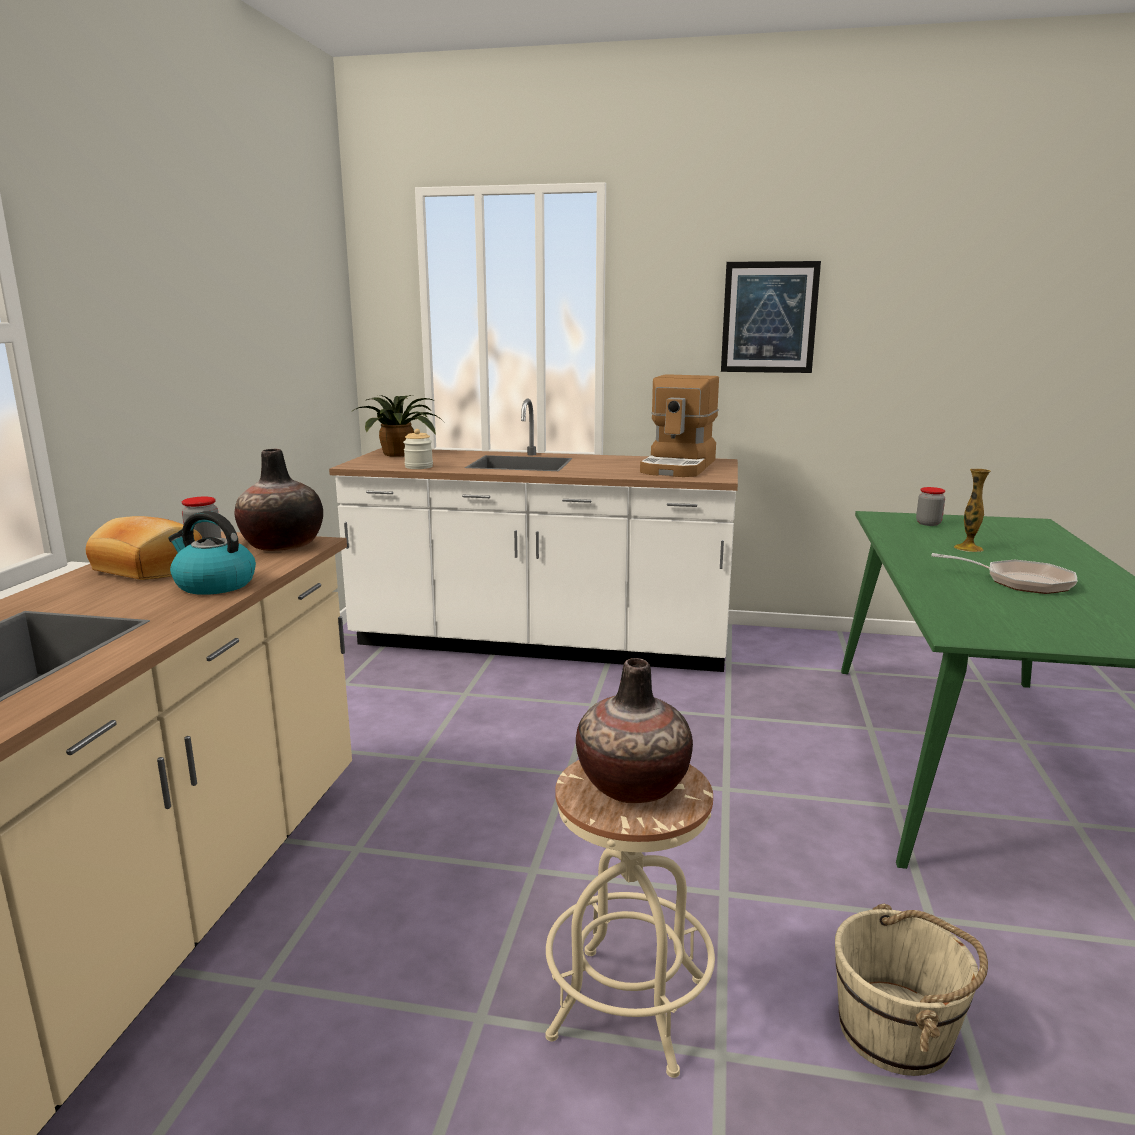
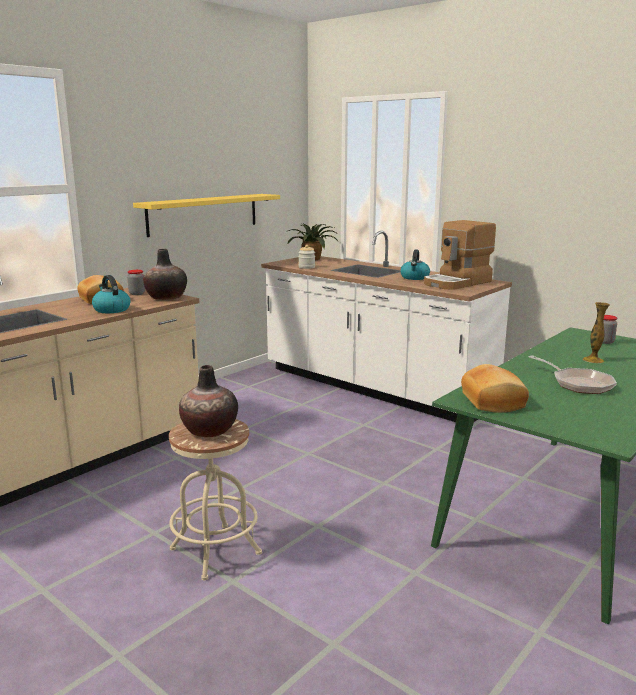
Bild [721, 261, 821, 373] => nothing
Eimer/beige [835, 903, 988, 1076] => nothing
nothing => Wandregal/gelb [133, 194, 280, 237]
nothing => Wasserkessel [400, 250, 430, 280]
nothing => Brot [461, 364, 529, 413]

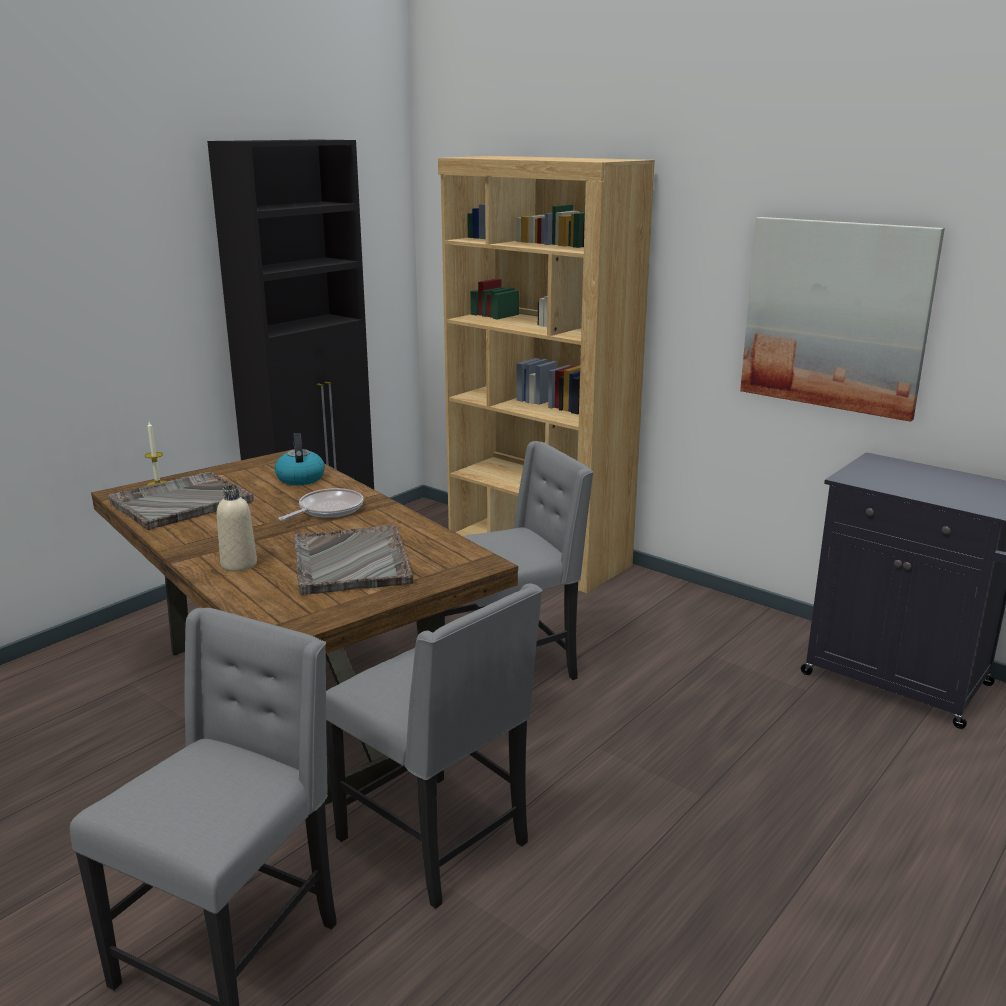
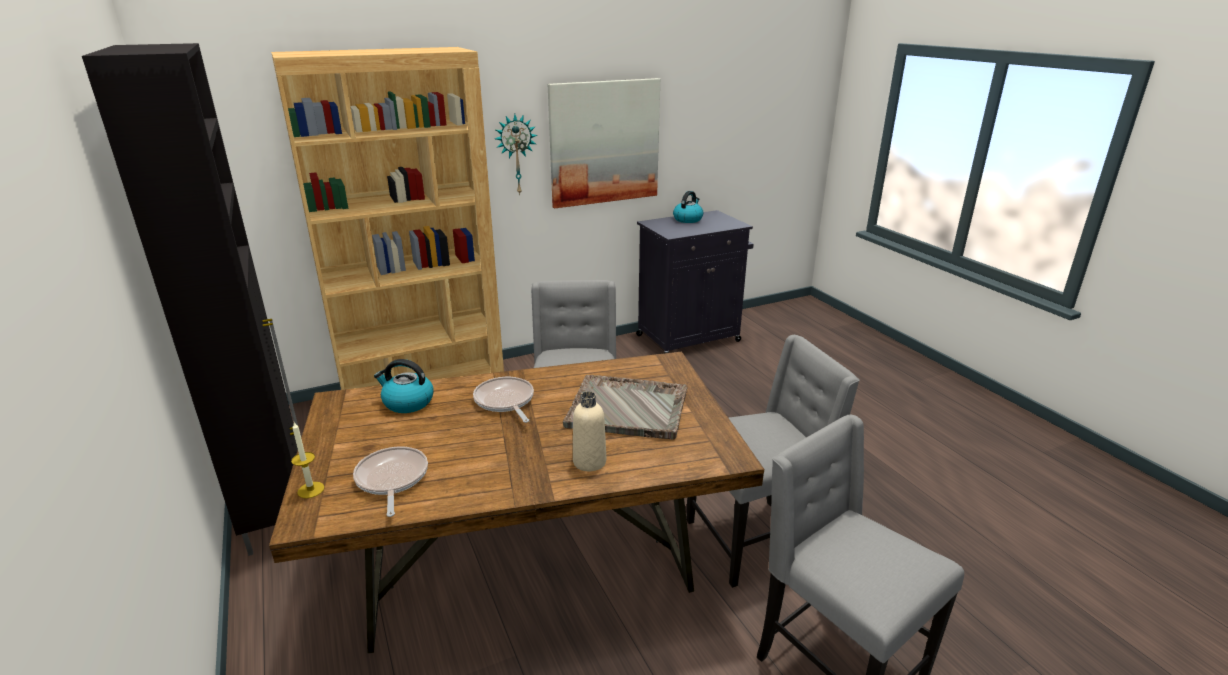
Tablett/grau [108, 472, 254, 530] => Pfanne [353, 447, 428, 517]
nothing => Wanduhr [495, 114, 538, 196]
nothing => Wasserkessel [673, 191, 703, 223]

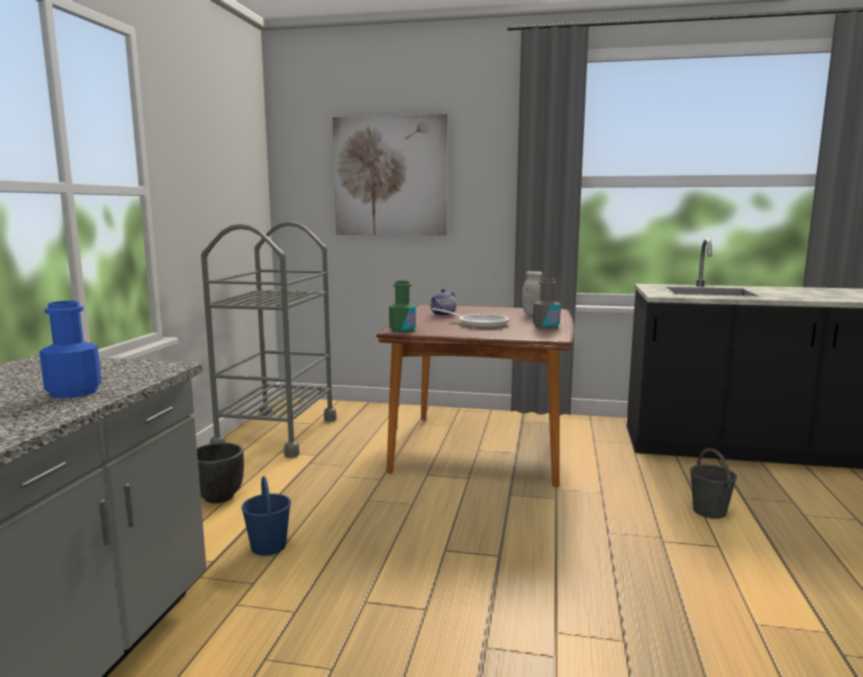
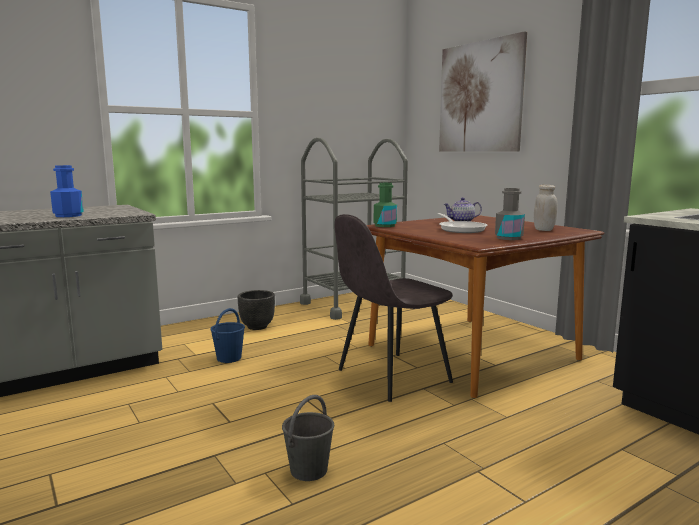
Eimer/grau [690, 448, 737, 519] => Eimer/grau [282, 395, 334, 481], shifted
nothing => Stuhl/grau [335, 214, 453, 402]

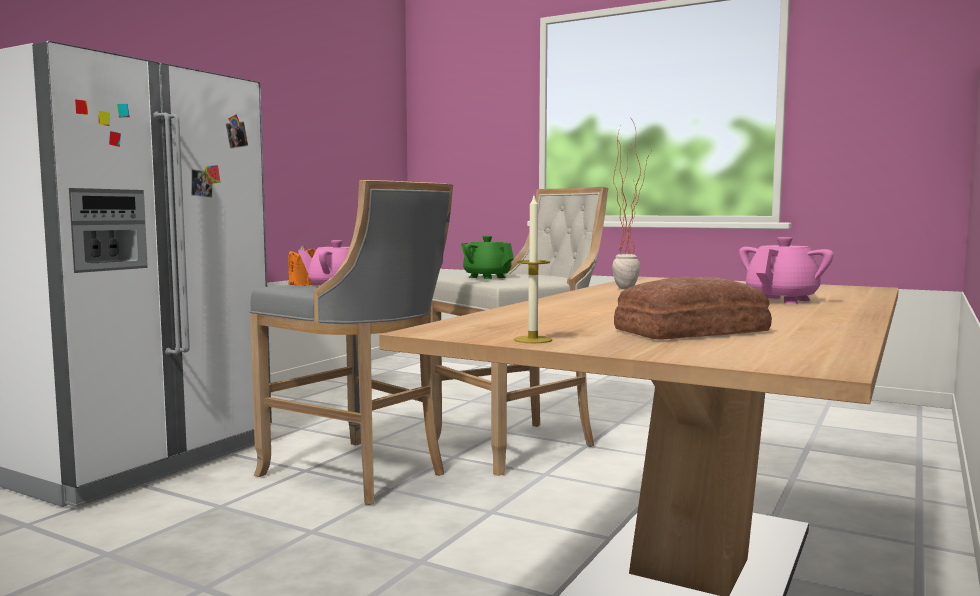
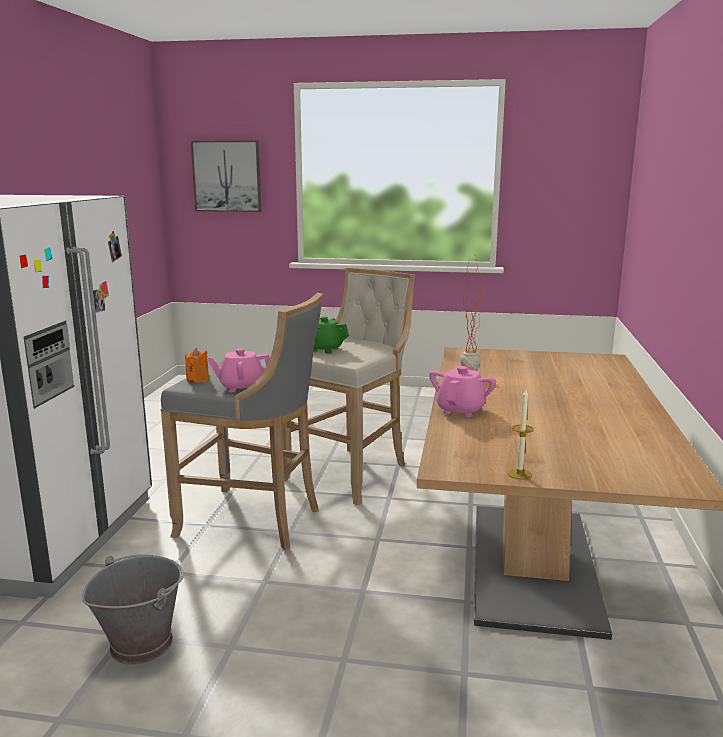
Teekanne/rosa [739, 237, 834, 304] => Teekanne/rosa [429, 366, 496, 417], shifted
Brot [614, 276, 772, 339] => nothing
nothing => Bild [191, 140, 261, 212]
nothing => Eimer/grau [82, 555, 184, 665]

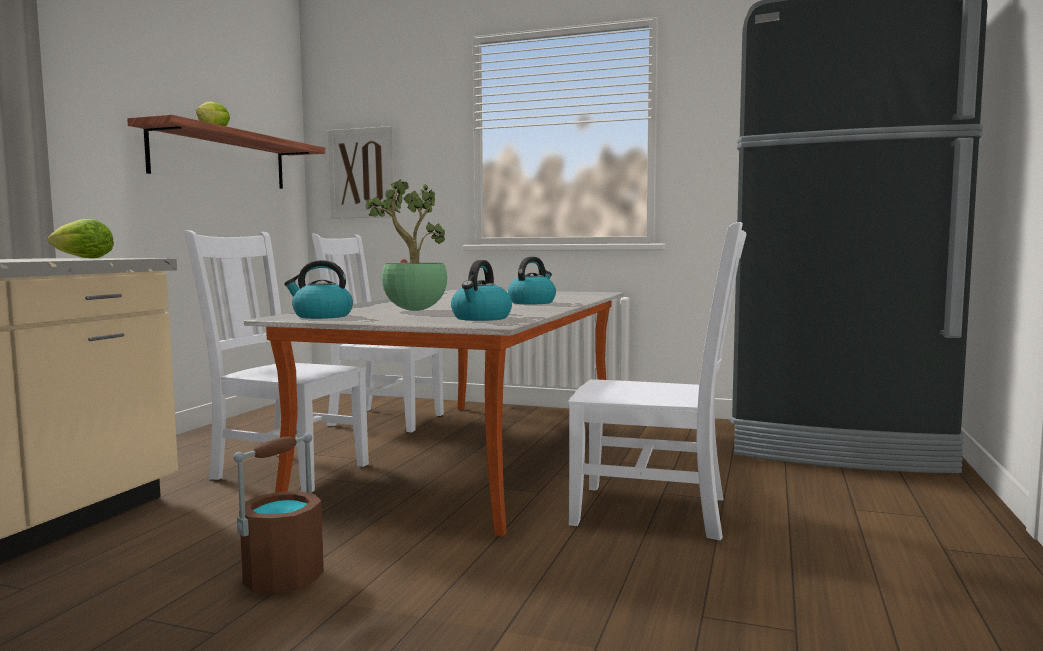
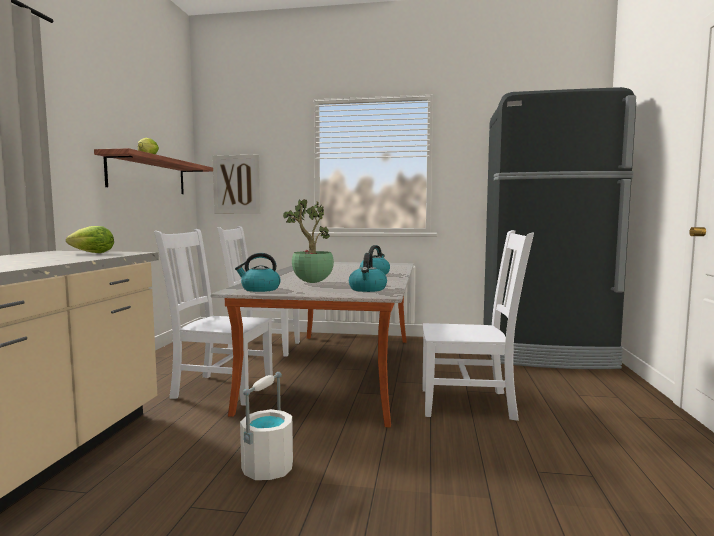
Eimer/braun [233, 433, 324, 593] => Eimer/weiß [240, 372, 293, 480]

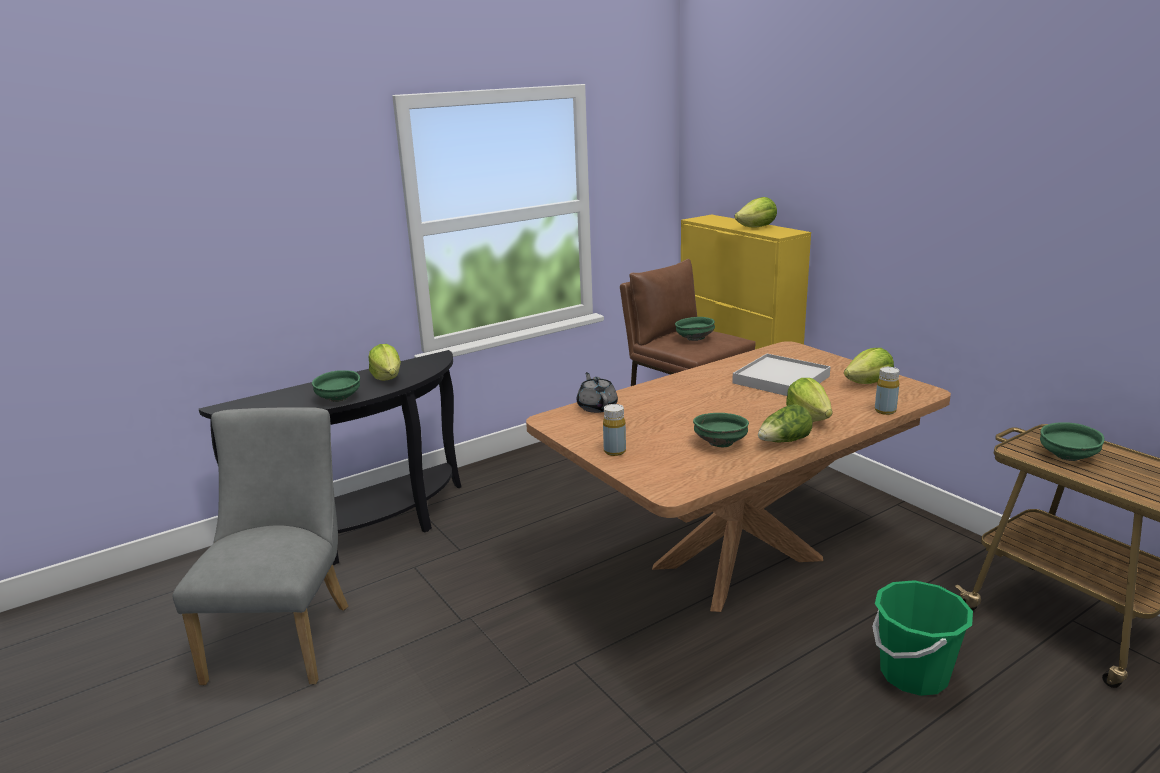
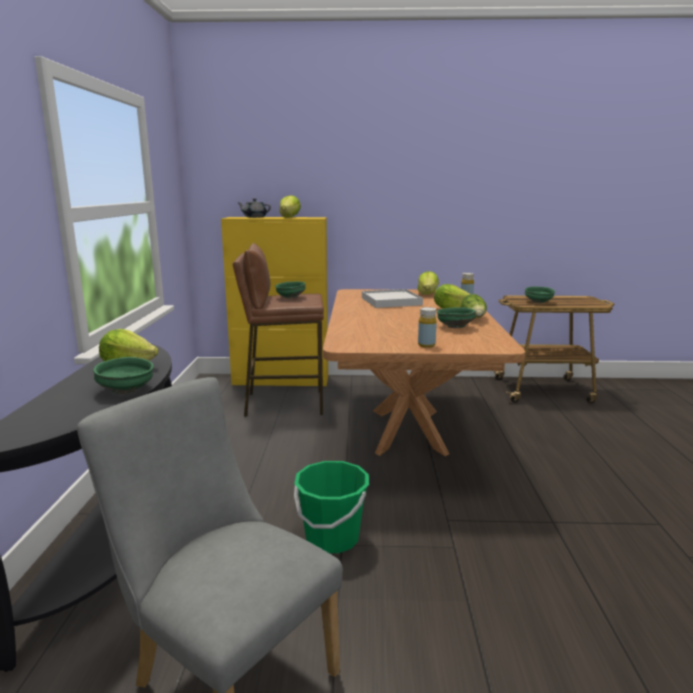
Teekanne/grau [577, 372, 618, 413] => Teekanne/grau [237, 198, 271, 218], shifted
Eimer/grün [872, 580, 973, 696] => Eimer/grün [294, 461, 369, 553], shifted

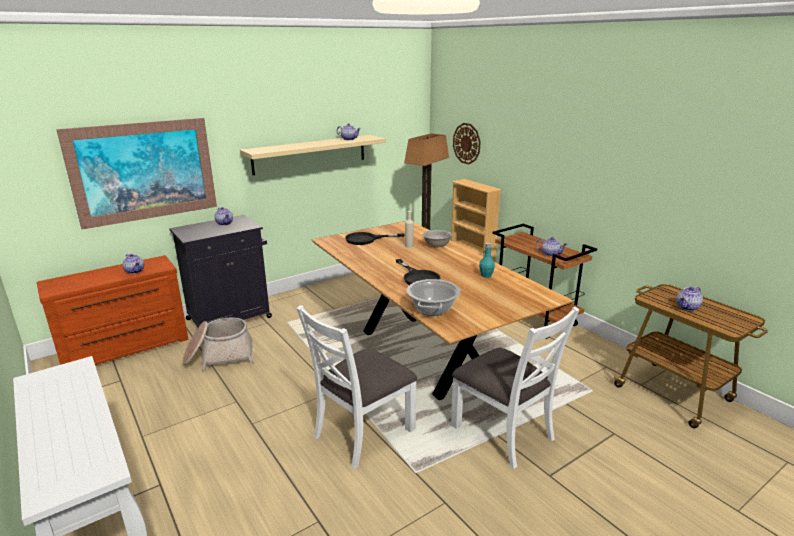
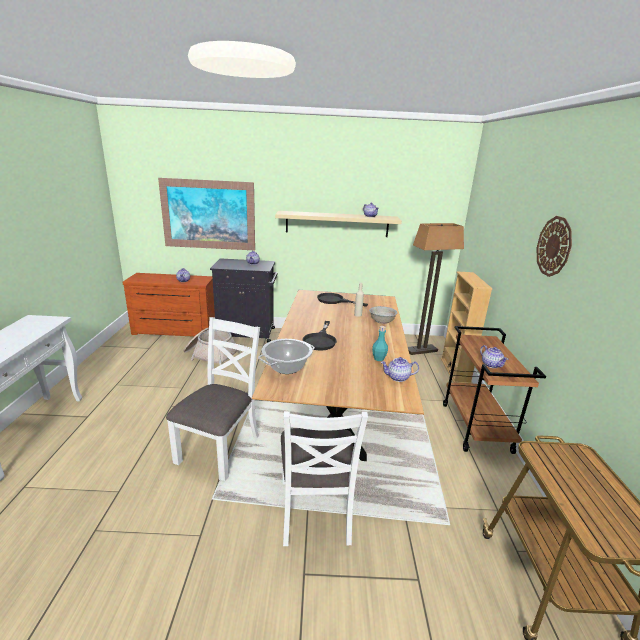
Wanduhr [453, 123, 481, 164] => Wanduhr [537, 216, 572, 277], shifted
Teekanne [676, 287, 703, 311] => Teekanne [381, 357, 419, 382], shifted
Stuhl/weiß [297, 305, 417, 469] => Stuhl/weiß [166, 317, 260, 481], 120 degrees clockwise

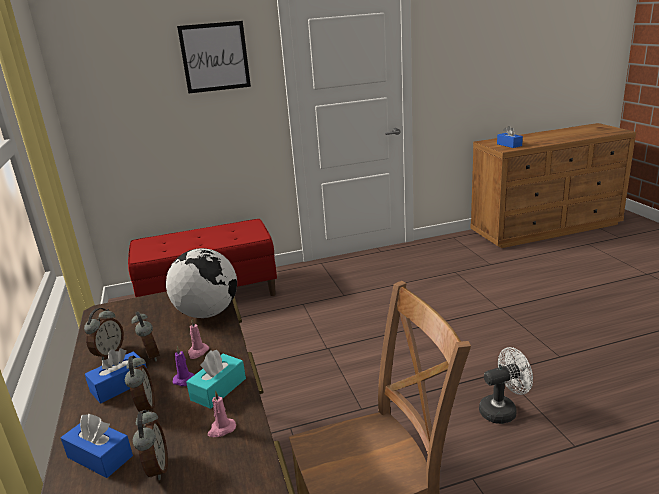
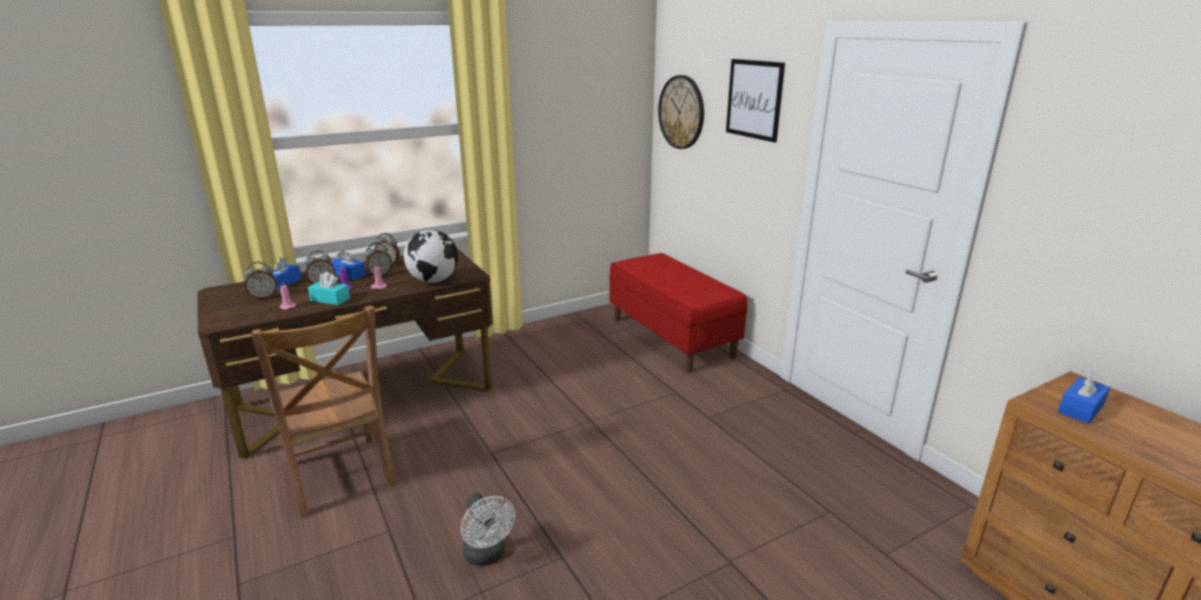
nothing => Wanduhr [658, 75, 704, 149]

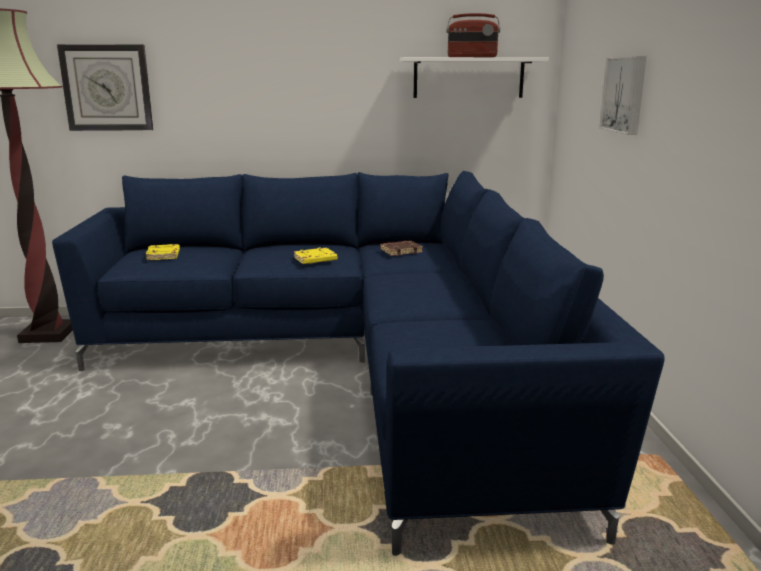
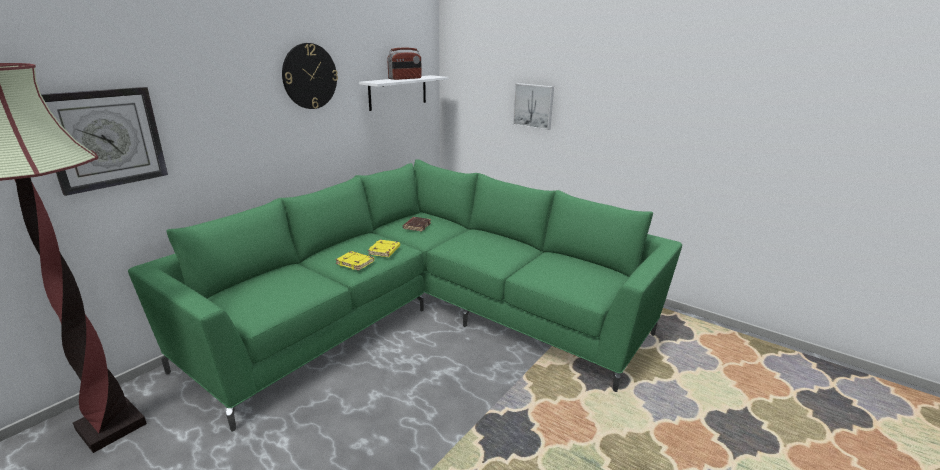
Sofa/blau [52, 171, 665, 556] => Sofa/grün [128, 159, 682, 432]
Buch/gelb [146, 244, 180, 260] => Buch/gelb [335, 251, 374, 271], shifted
nothing => Wanduhr [282, 43, 338, 109]

